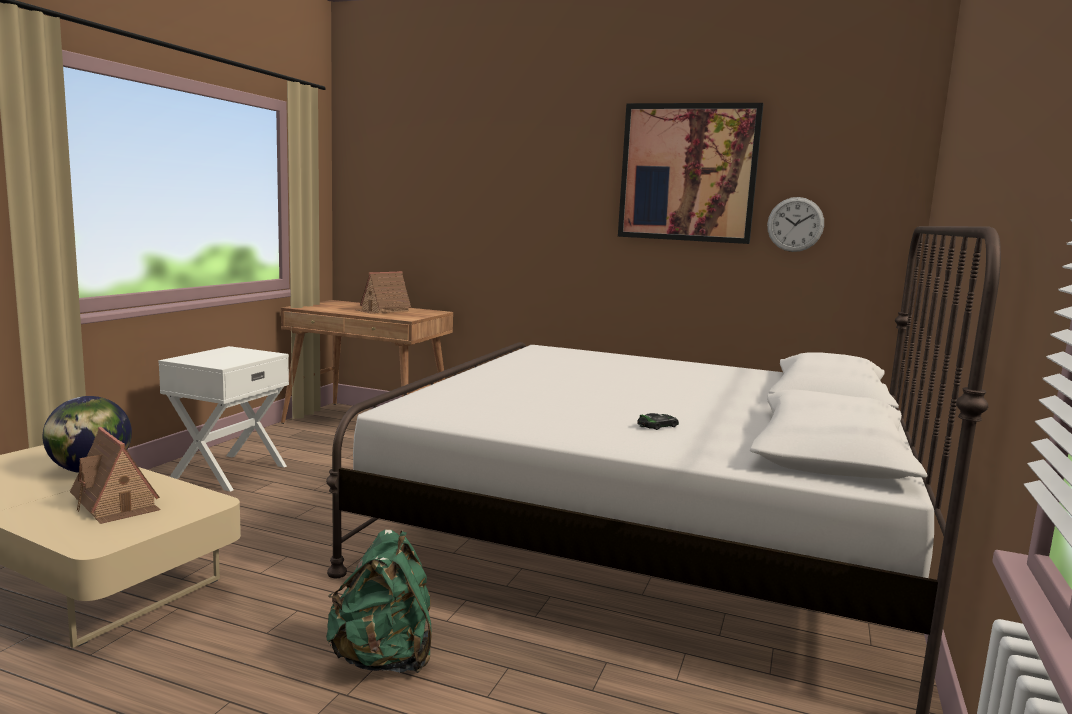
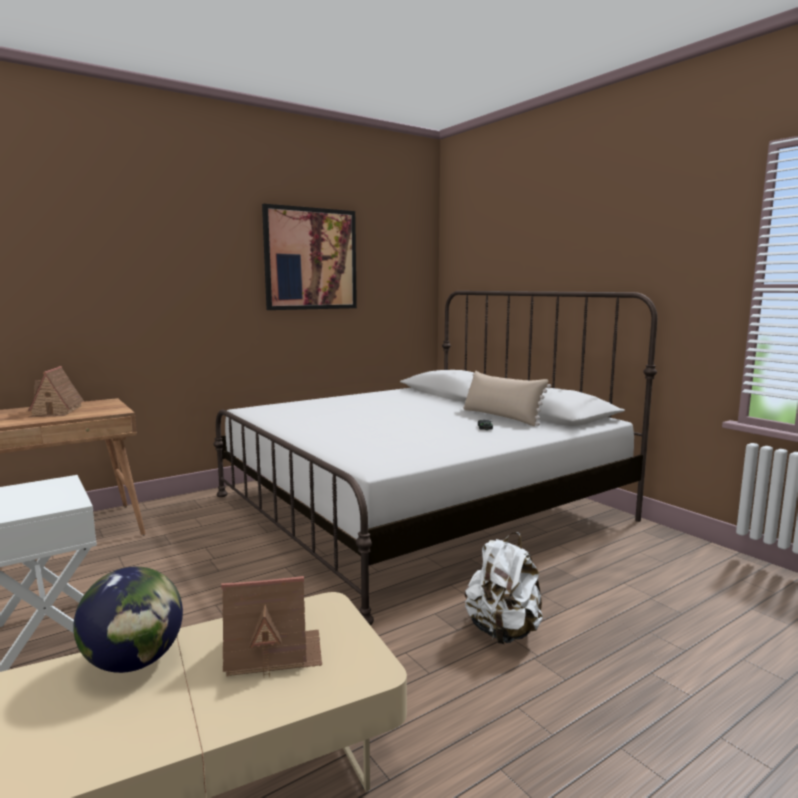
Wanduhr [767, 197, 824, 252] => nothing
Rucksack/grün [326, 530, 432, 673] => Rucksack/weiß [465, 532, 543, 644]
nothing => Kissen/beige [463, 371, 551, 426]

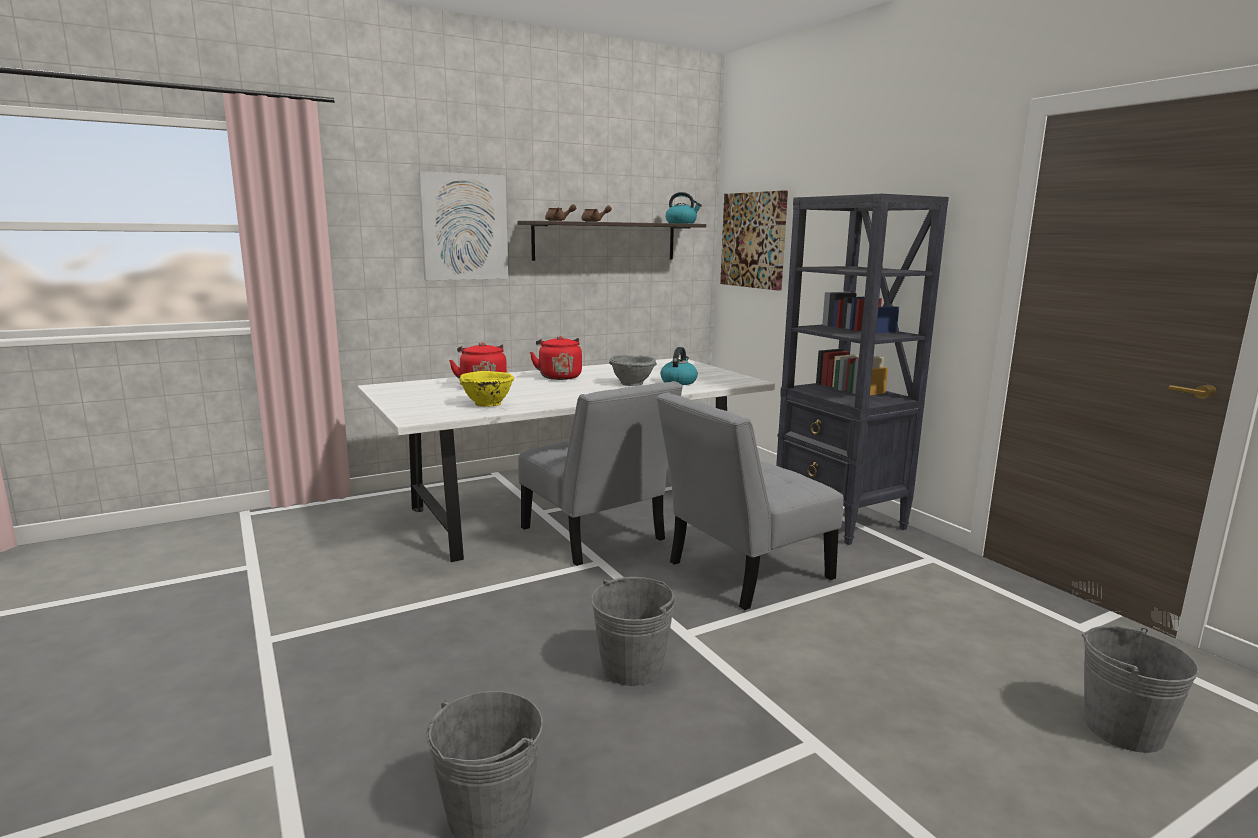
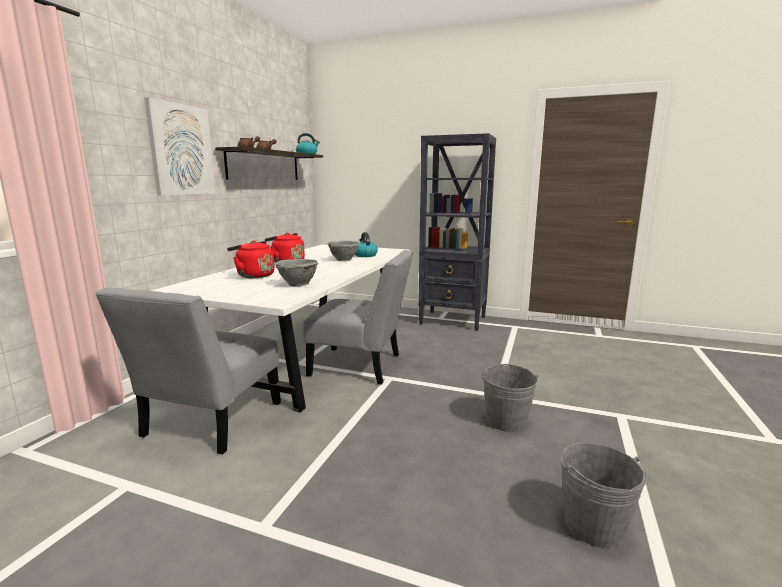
Bild [720, 190, 788, 290] => nothing
Schüssel/gelb [459, 371, 514, 407] => Schüssel/grau [275, 259, 318, 287]
Stuhl/grau [656, 393, 844, 610] => Stuhl/grau [95, 287, 281, 455], shifted
Eimer/grau [1082, 626, 1199, 753] => nothing

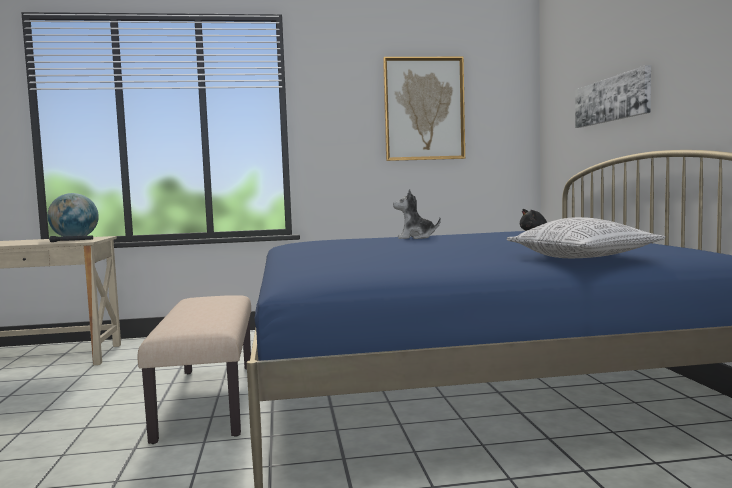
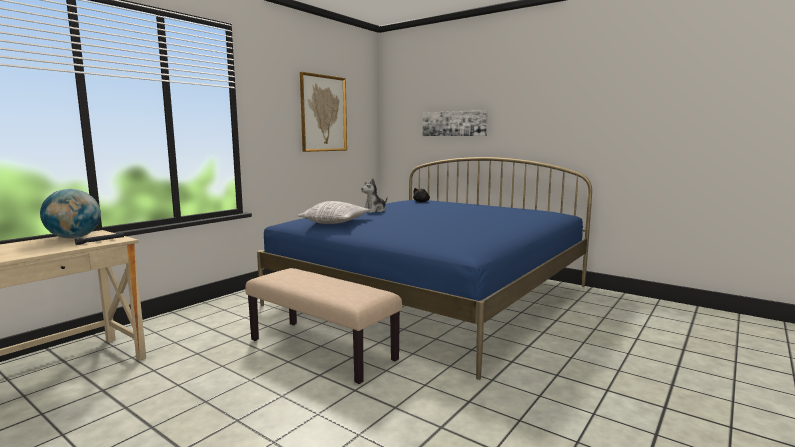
Kissen [507, 217, 665, 258] => Kissen [297, 201, 371, 224], shifted

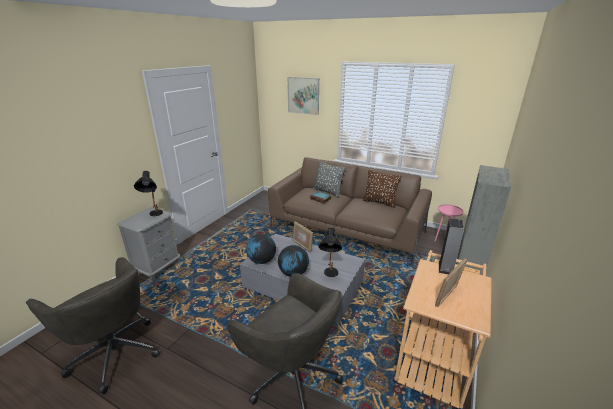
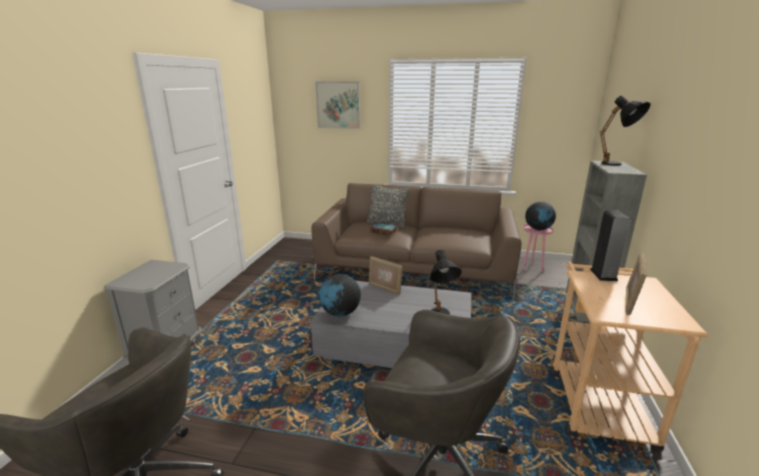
Kissen/braun [363, 170, 401, 208] => nothing
Tischlampe/schwarz [134, 171, 163, 216] => Tischlampe/schwarz [600, 96, 651, 166], shifted
Globus [278, 245, 309, 277] => Globus [525, 202, 556, 230], shifted

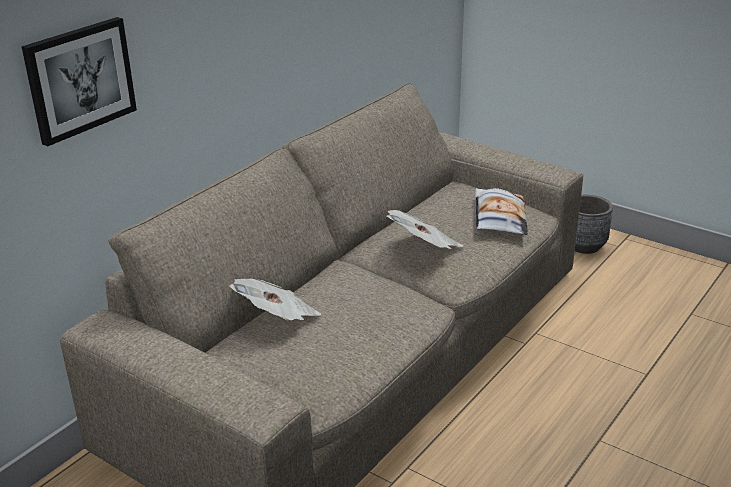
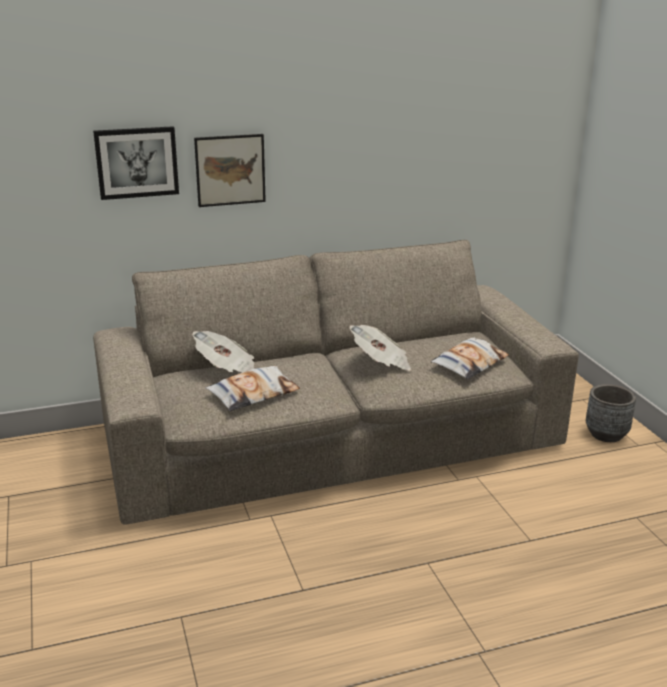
nothing => Bild [194, 134, 266, 207]
nothing => Kissen [205, 366, 300, 411]

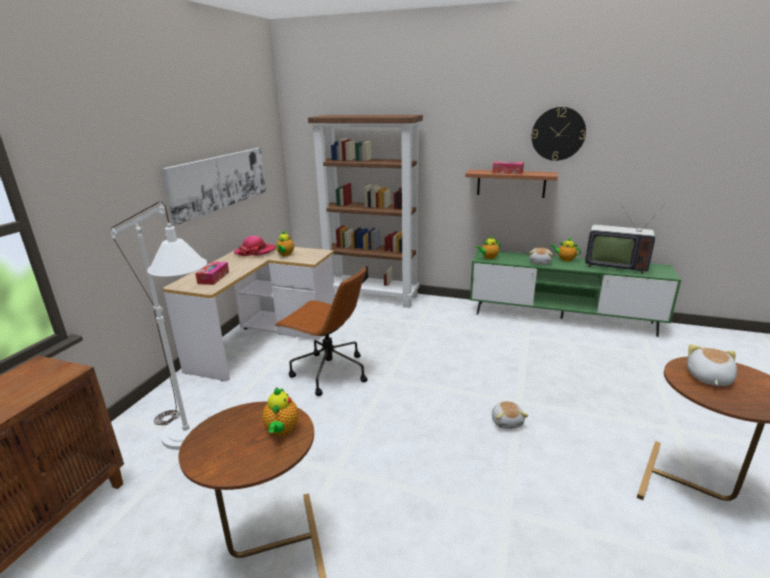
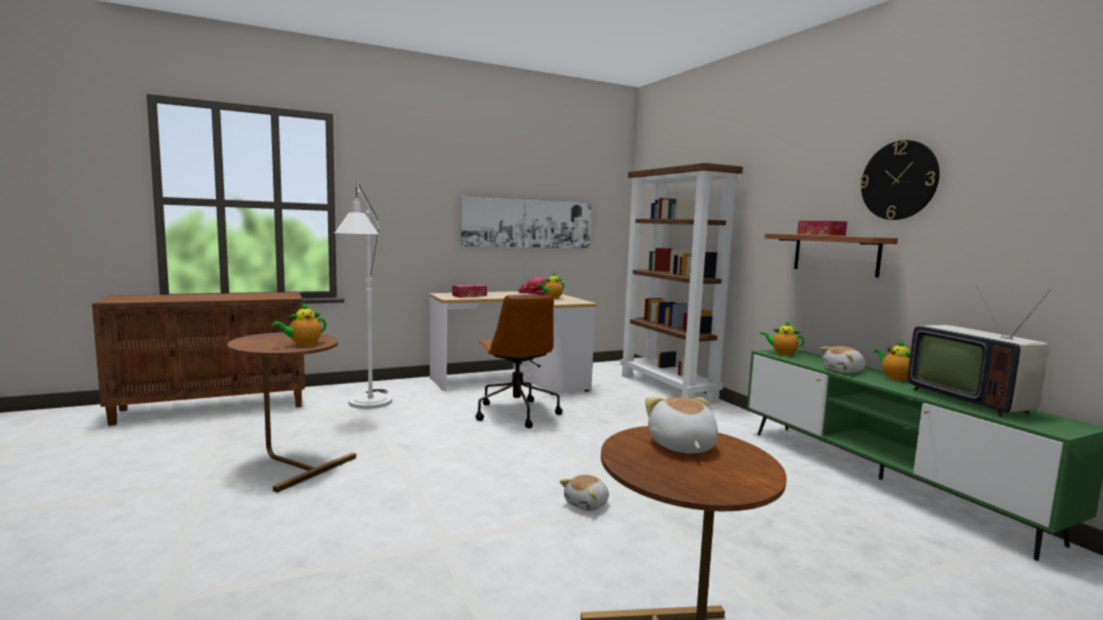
Plüschtier [687, 344, 737, 386] => Plüschtier [645, 397, 718, 453], 75 degrees counterclockwise

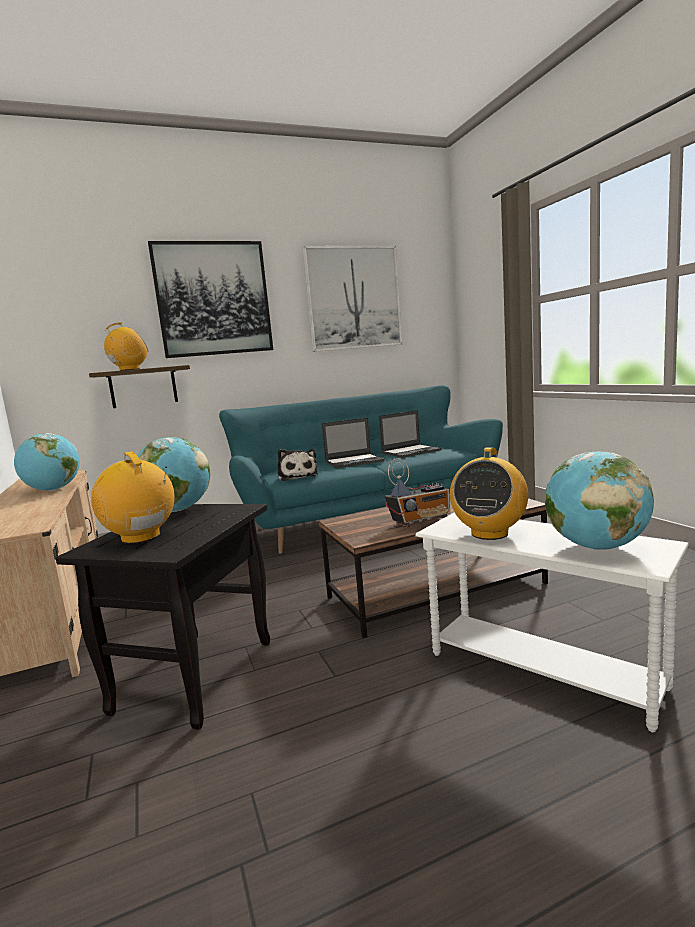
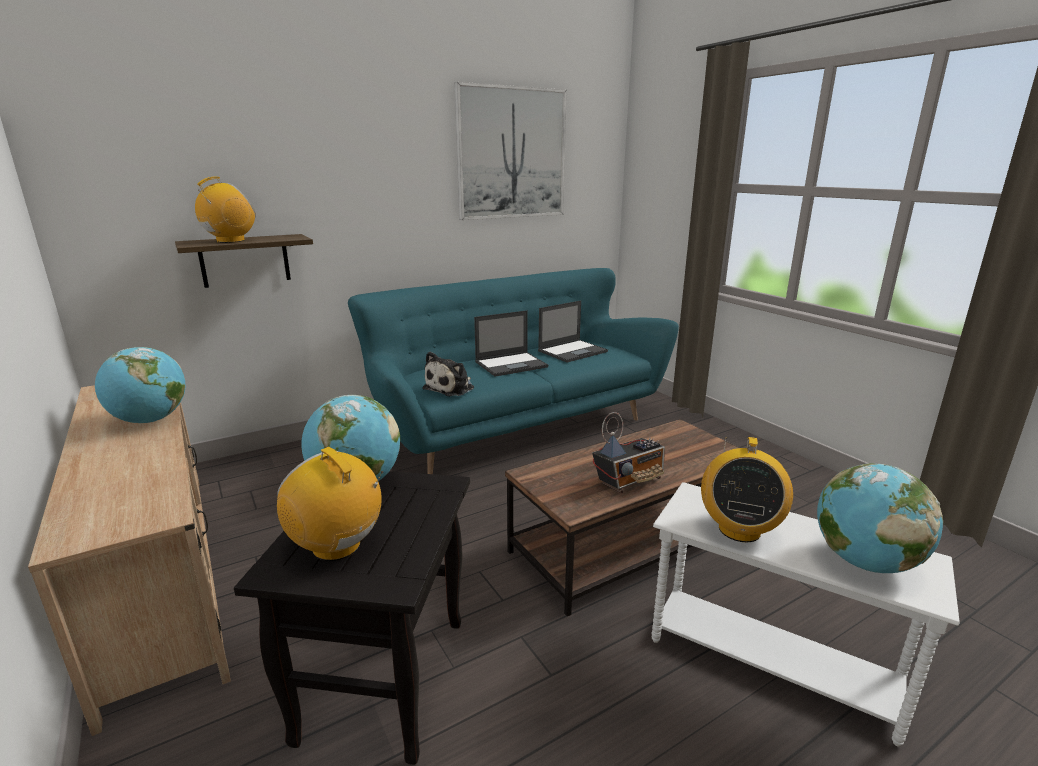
Bild [148, 241, 273, 358] => nothing
Plüschtier [277, 449, 318, 481] => Plüschtier [422, 352, 474, 396], 60 degrees clockwise

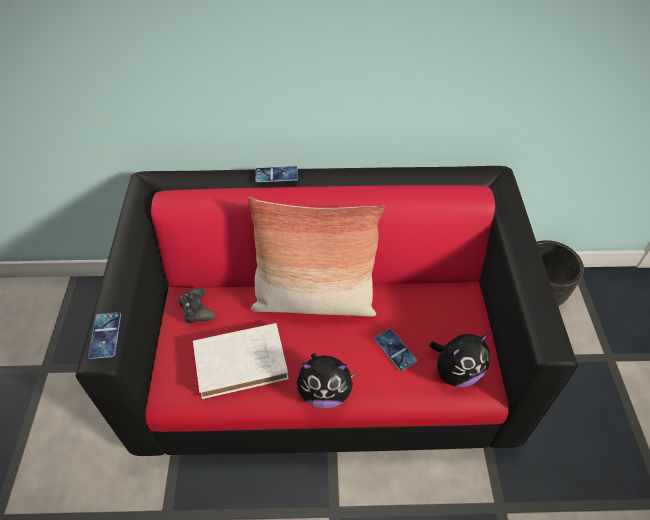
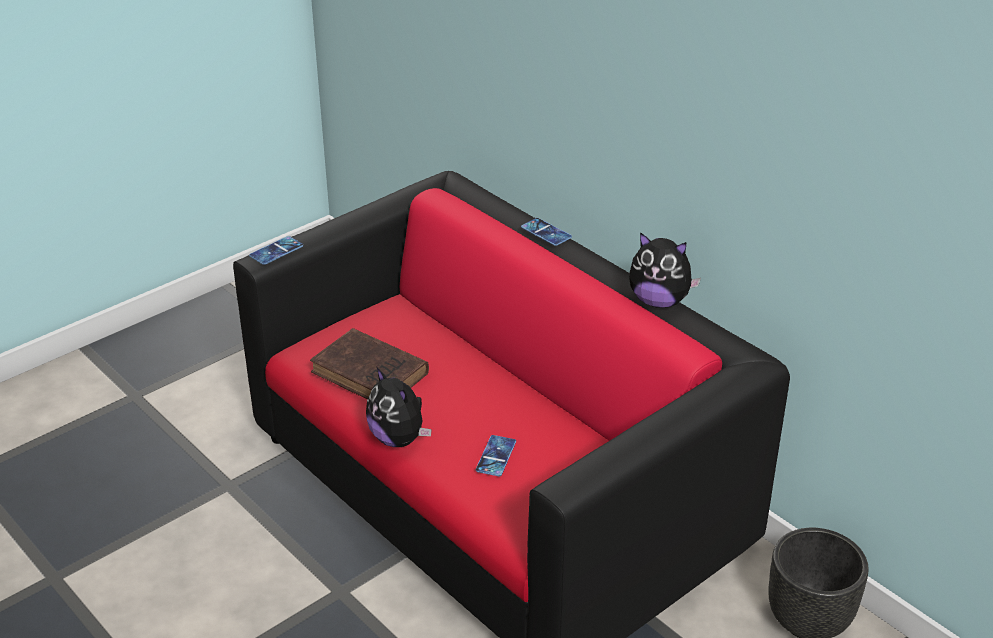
Kissen [248, 197, 385, 317] => nothing
Gamepad/schwarz [178, 288, 215, 324] => nothing
Buch/weiß [193, 323, 289, 399] => Buch/braun [310, 328, 429, 400]
Plüschtier [429, 333, 490, 387] => Plüschtier [629, 232, 701, 308], shifted

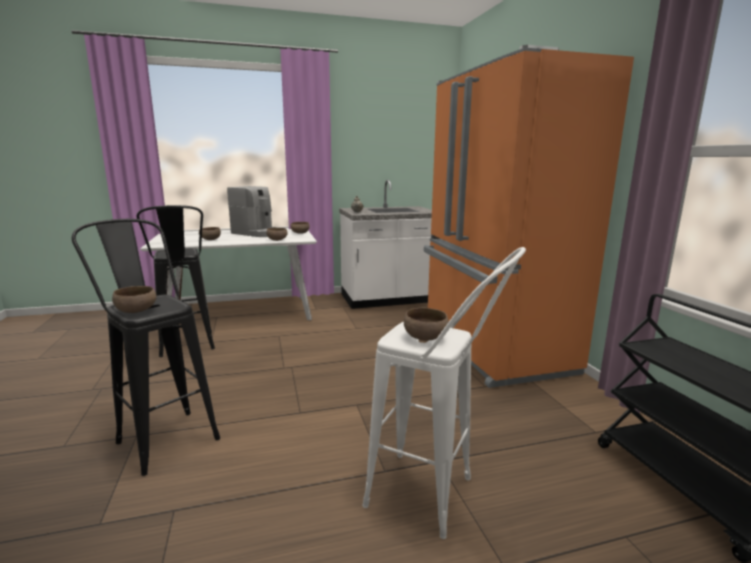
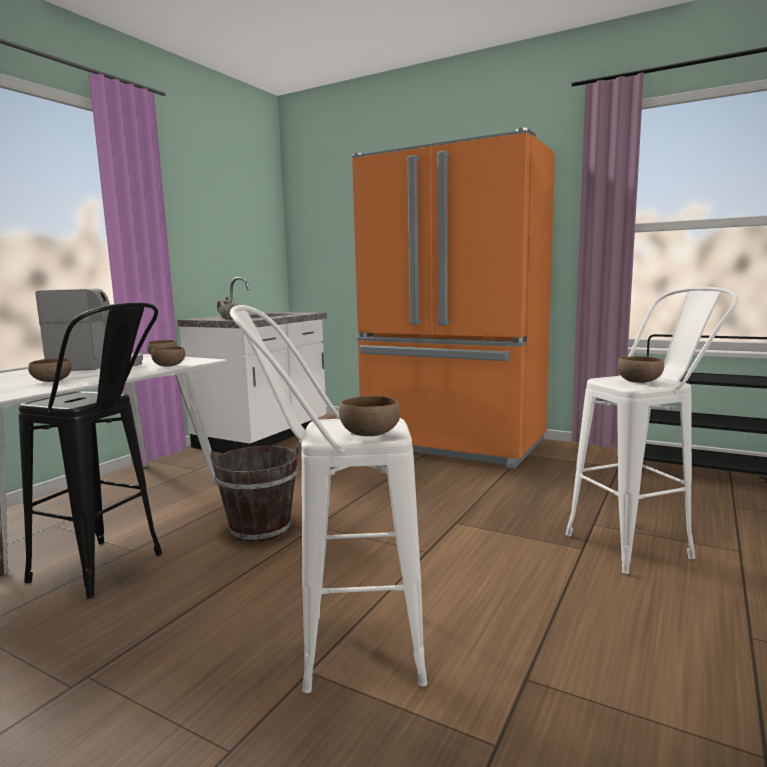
Hocker/schwarz [72, 219, 220, 476] => Hocker/weiß [230, 305, 427, 693]
nothing => Eimer/braun [210, 443, 299, 543]

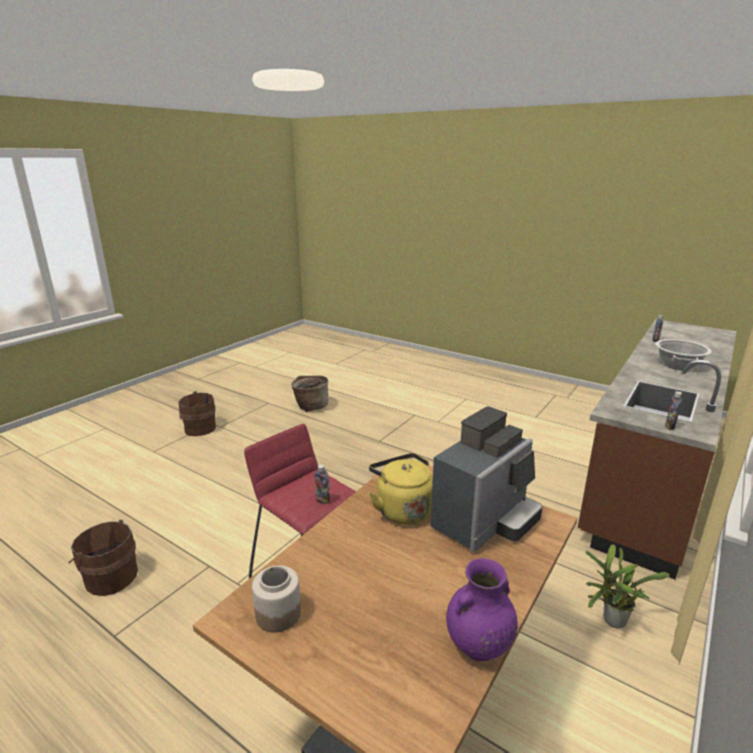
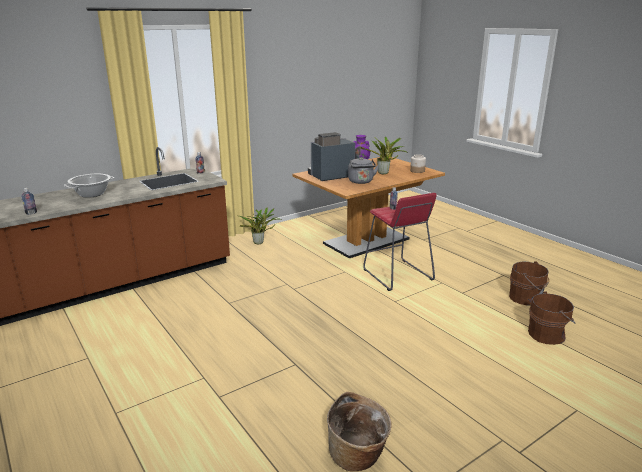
Eimer/braun [178, 391, 216, 436] => Eimer/braun [528, 292, 575, 345], shifted
Wasserkessel/gelb [369, 453, 433, 525] => Wasserkessel/grau [348, 157, 379, 184]
nothing => Topfpflanze [360, 137, 406, 174]

